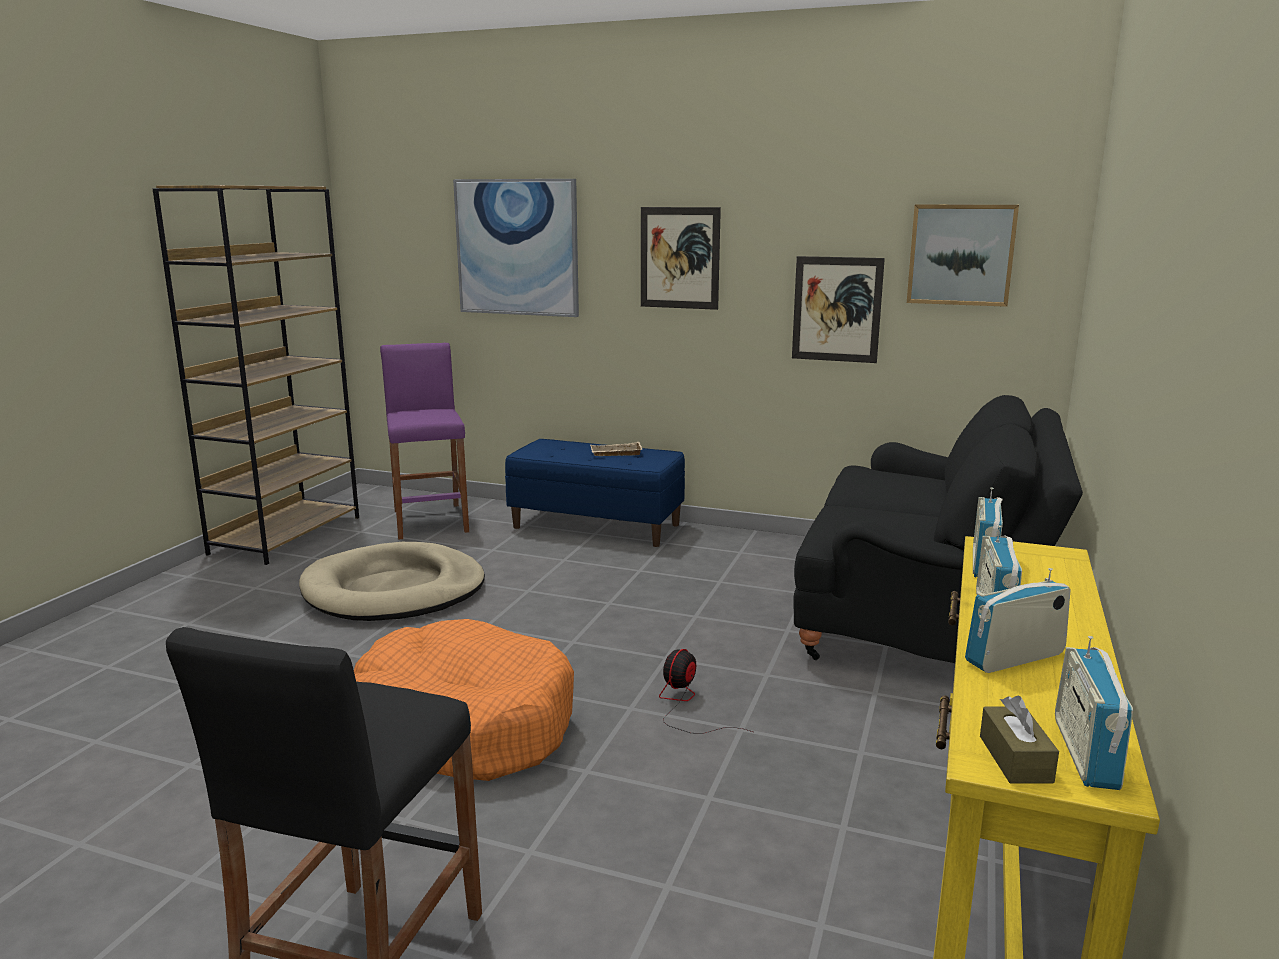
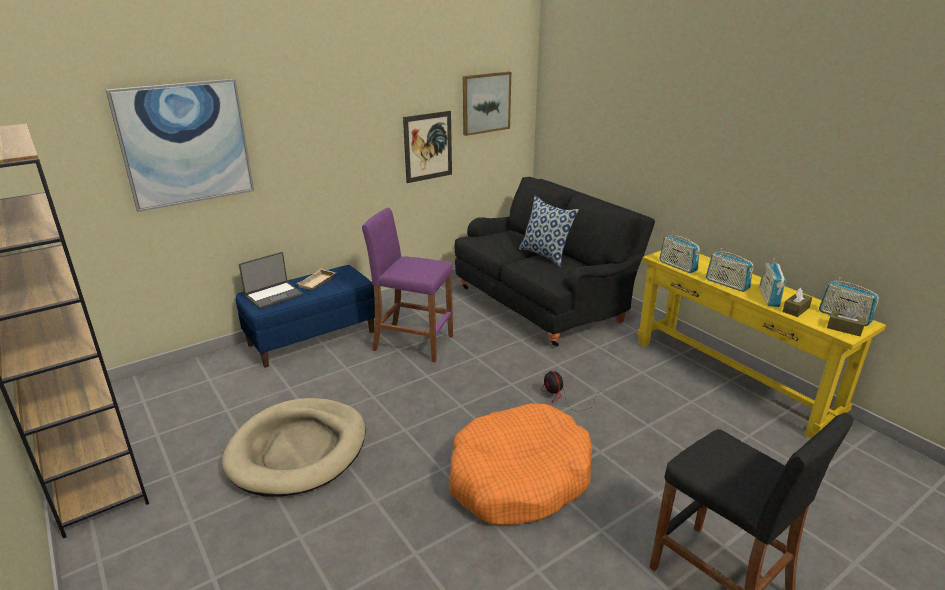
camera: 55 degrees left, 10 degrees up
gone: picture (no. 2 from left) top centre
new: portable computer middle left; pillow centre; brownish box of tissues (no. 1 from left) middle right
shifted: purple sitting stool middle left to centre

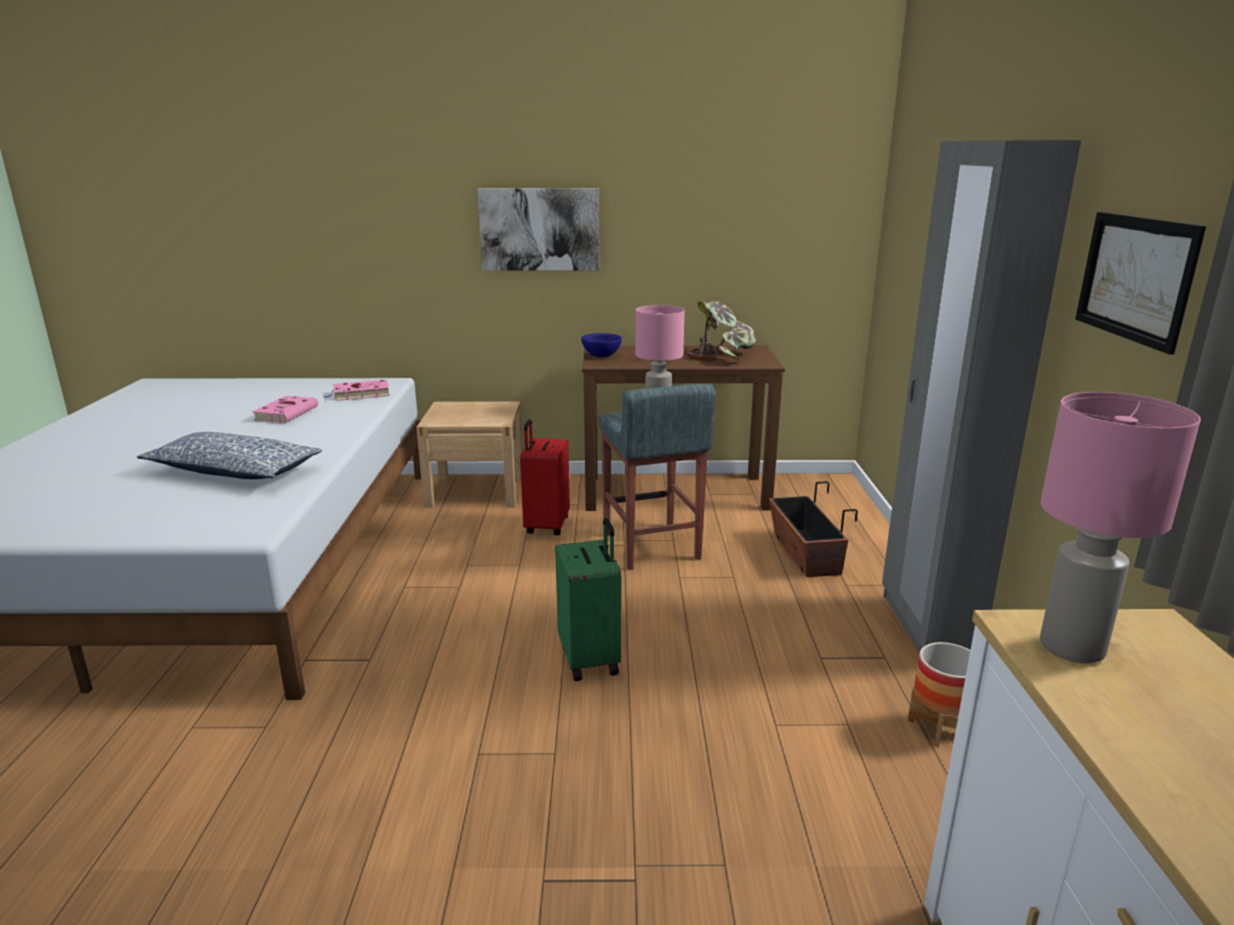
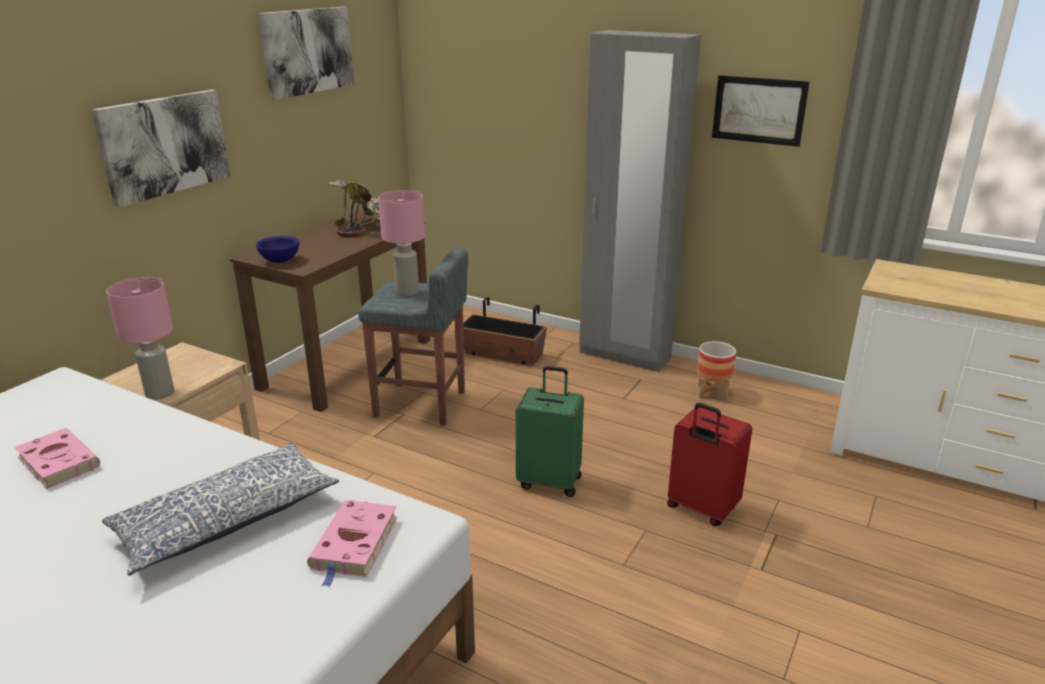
camera: 60 degrees left, 5 degrees up
new: picture (no. 2 from left) top left
shifted: pink-coloured bound book (no. 2 from left) middle left to bottom centre; red-coloured piece of luggage centre to bottom right; pink-coloured lamp for a table (no. 2 from left in the first image) middle right to pink-coloured lamp for a table (no. 1 from left) middle left

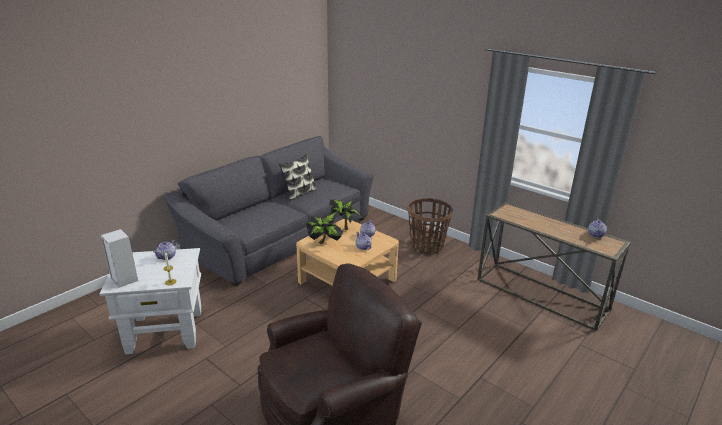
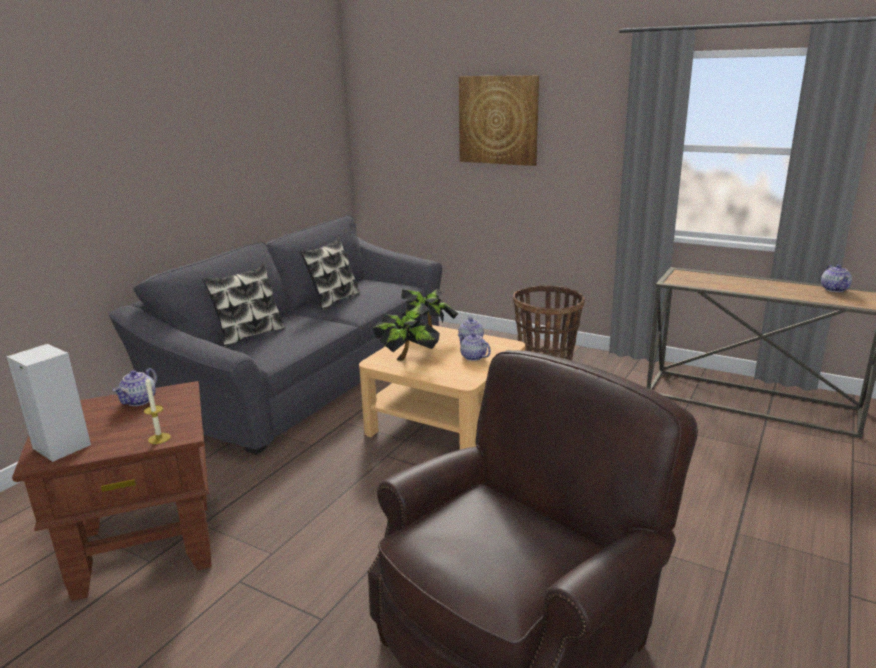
camera: 10 degrees left, 5 degrees down
new: pillow (no. 1 from left) middle left; picture top centre
repainted: whitish side table bottom left to brownish side table bottom left

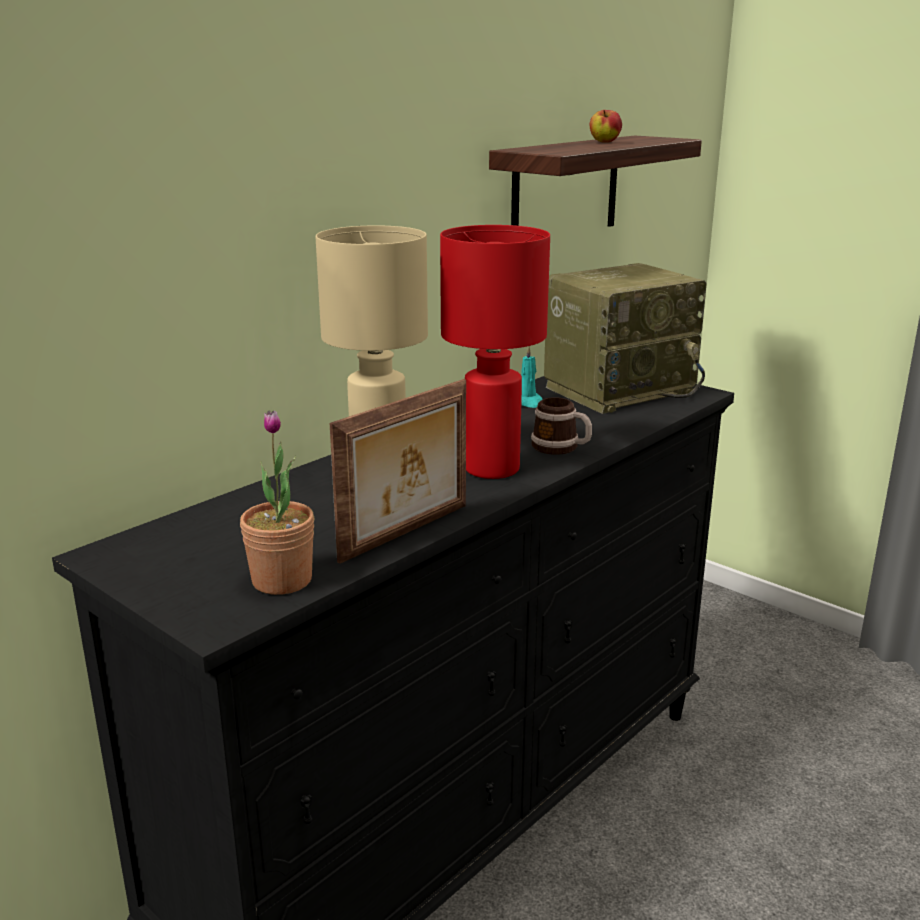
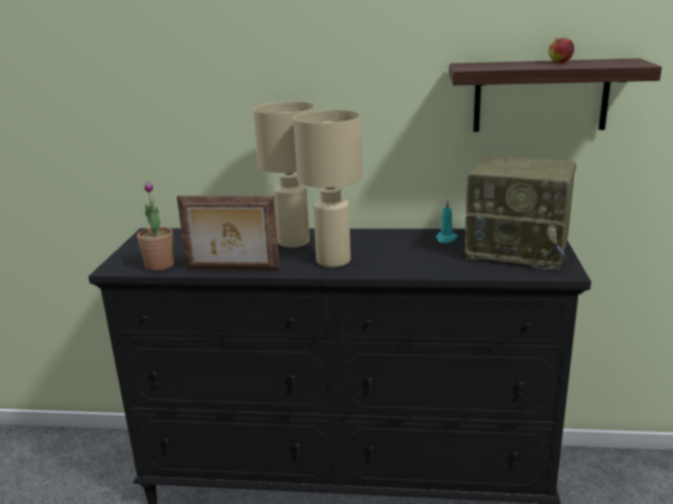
camera: 55 degrees right, 0 degrees up
gone: tea mug centre
repainted: red-coloured lamp for a table centre to beige-coloured lamp for a table (no. 2 from left) centre

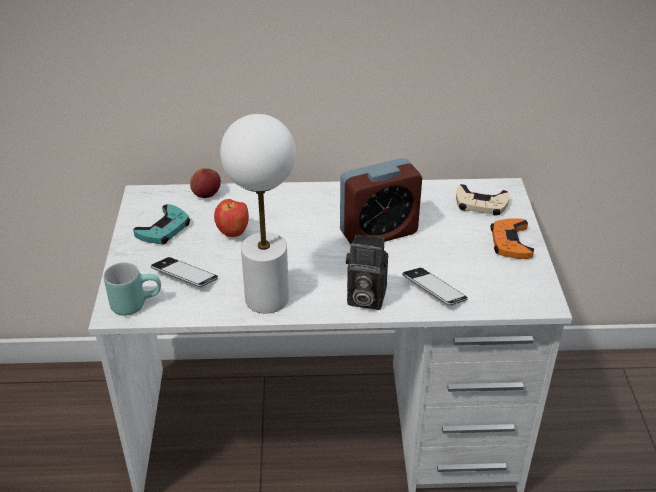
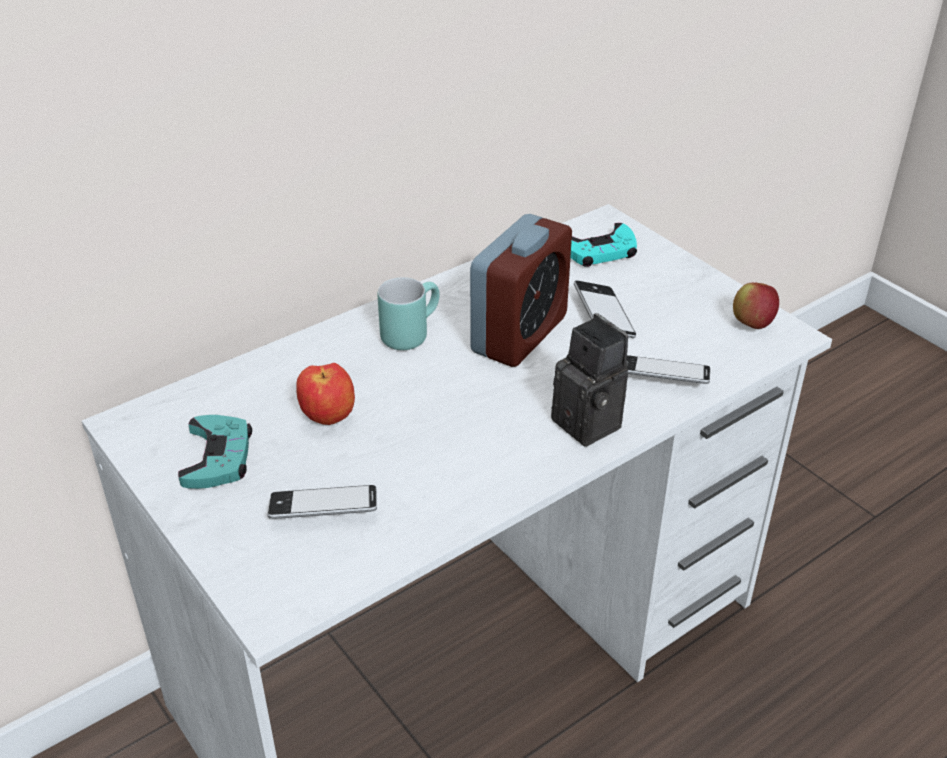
camera: 35 degrees left, 0 degrees up
gone: whitish lamp for a table centre; orange game controller middle right
new: telephone (no. 2 from left) centre
shifted: turquoise-coloured tea mug middle left to centre; whole apple (no. 1 from left in the first image) middle left to whole apple (no. 2 from left) middle right
repainted: beige-coloured game controller middle right to turquoise-coloured game controller (no. 2 from left) top centre
rotated: still camera centre = centre 105 degrees counterclockwise

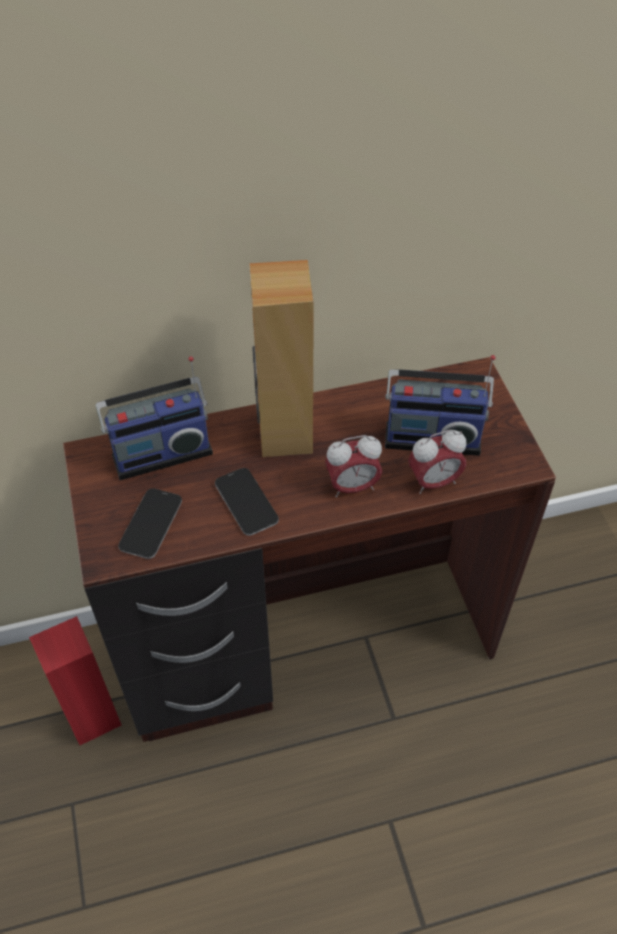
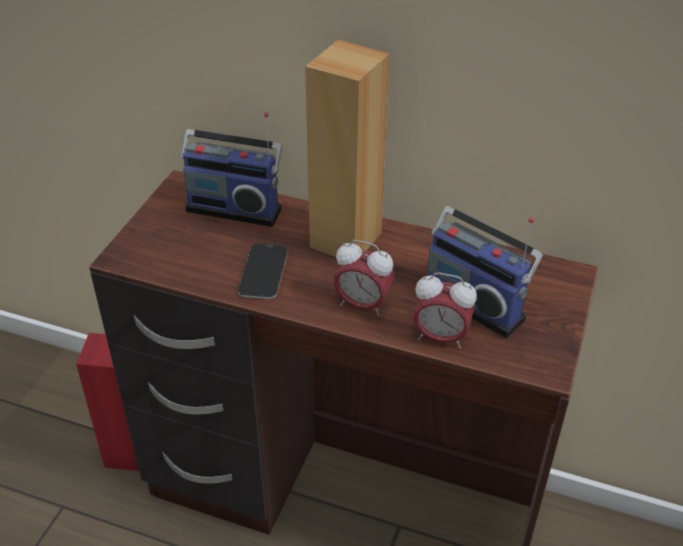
camera: 35 degrees right, 10 degrees down
gone: telephone (no. 1 from left) middle left

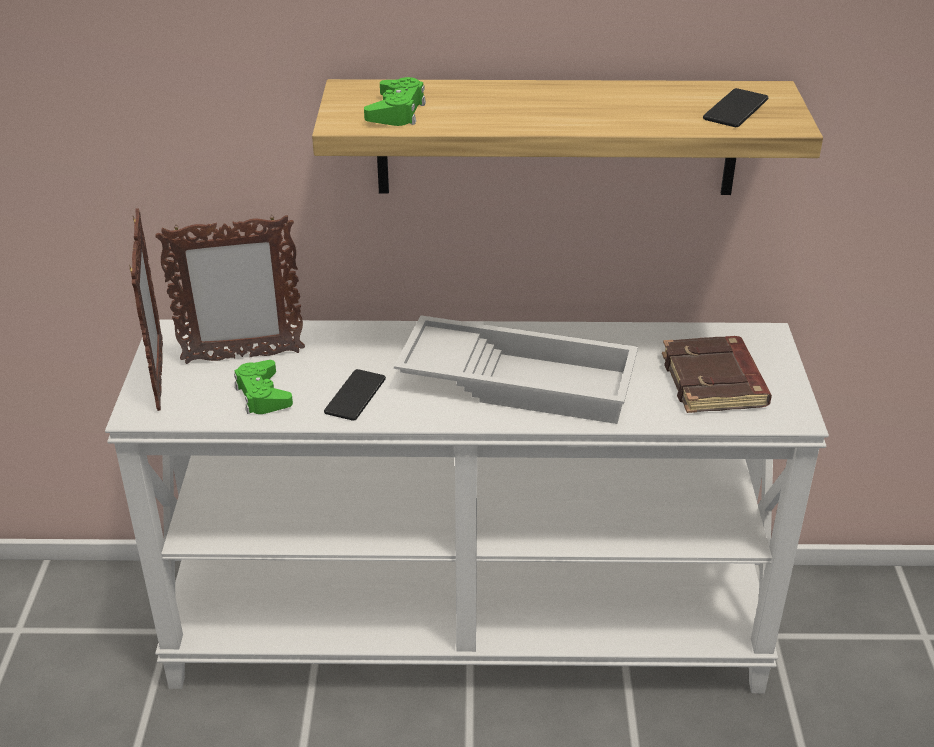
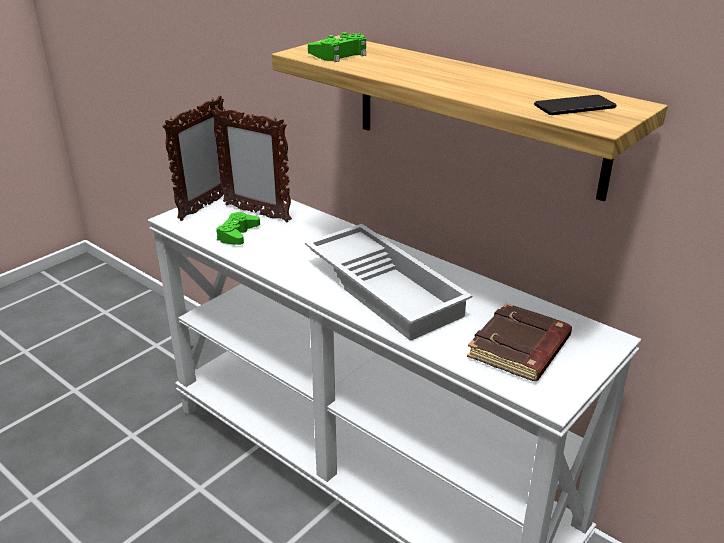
camera: 40 degrees right, 5 degrees down
gone: telephone (no. 1 from left) centre

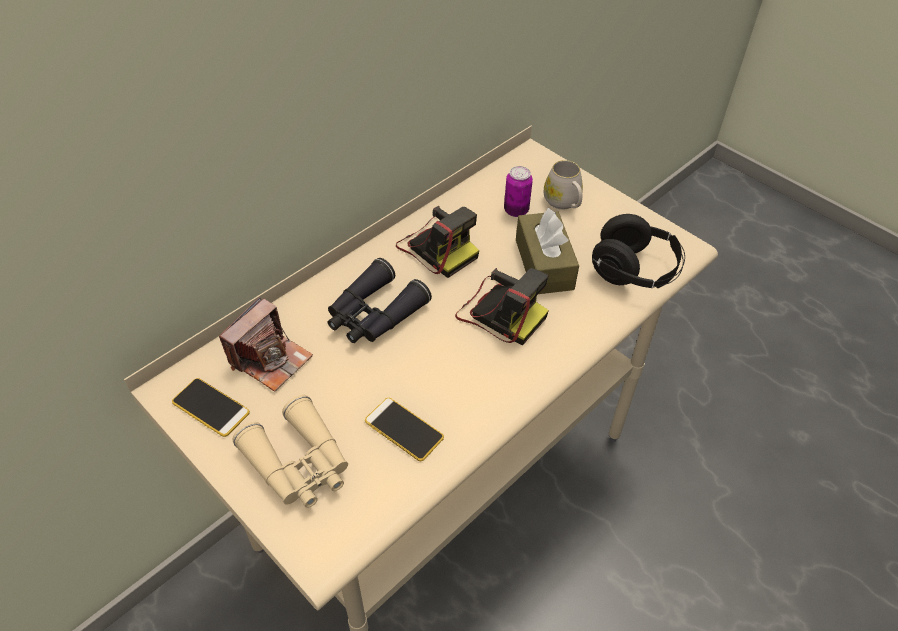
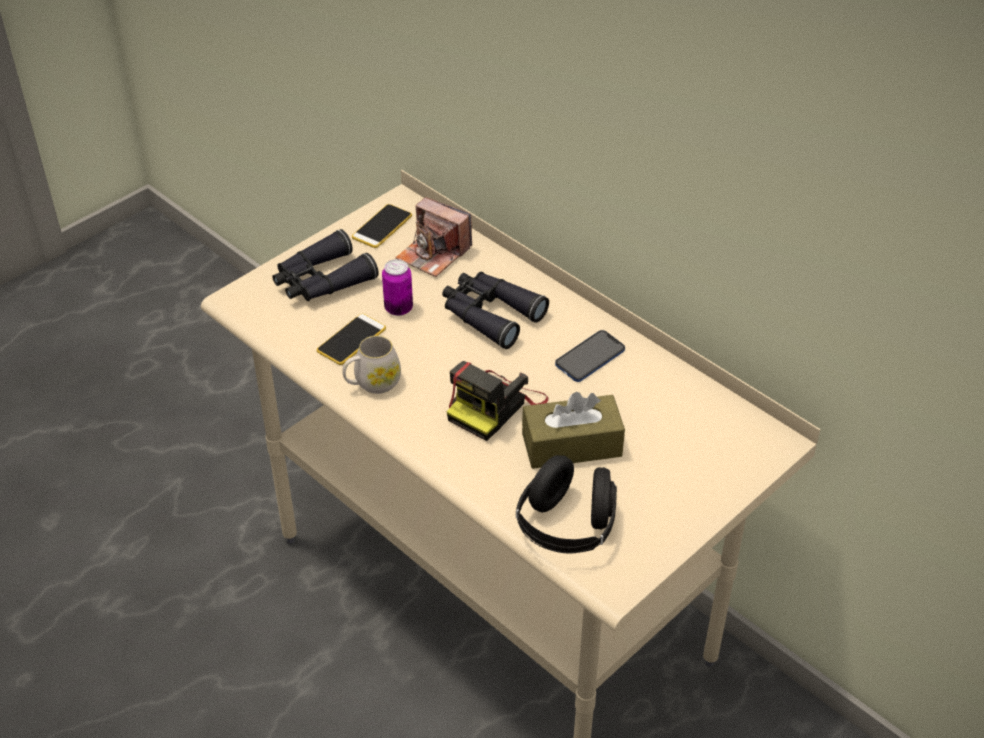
camera: 90 degrees right, 5 degrees down
shifted: sealed can top centre to centre; whitish tea mug top centre to centre
swapped: still camera (no. 2 from left) centre to telephone (no. 3 from left) centre
repainted: beige-coloured field glasses bottom left to black-coloured field glasses (no. 1 from left) middle left

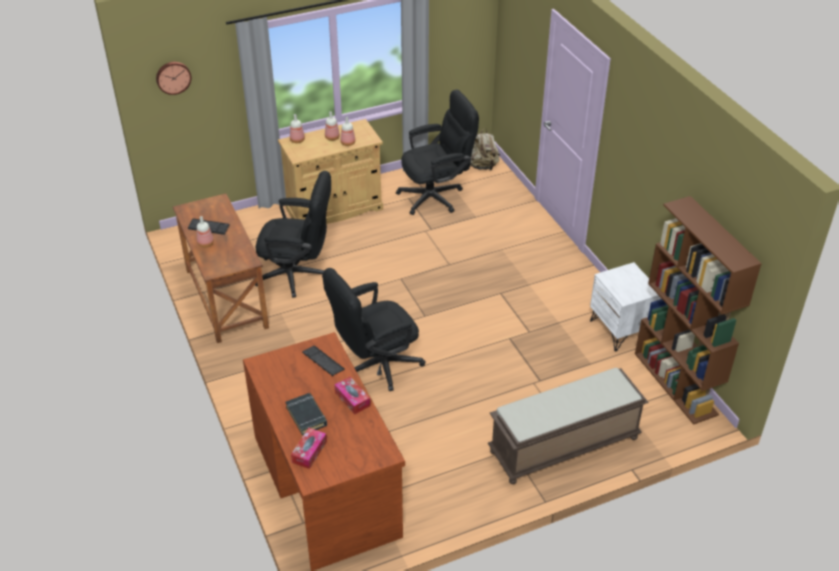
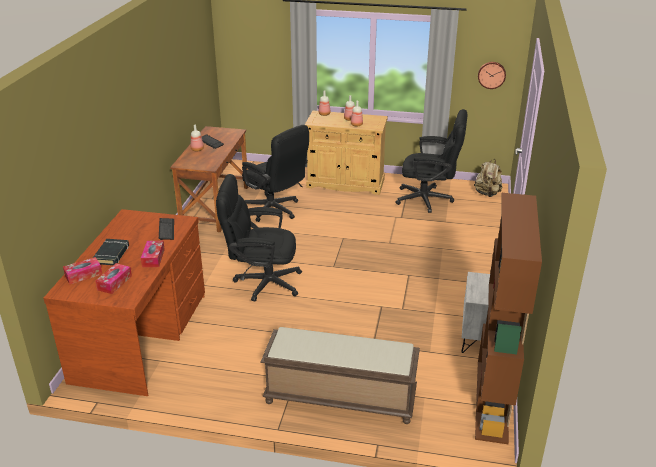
camera: 35 degrees right, 10 degrees down
new: box of tissues (no. 2 from left) middle left
shifted: wall clock top left to top right

